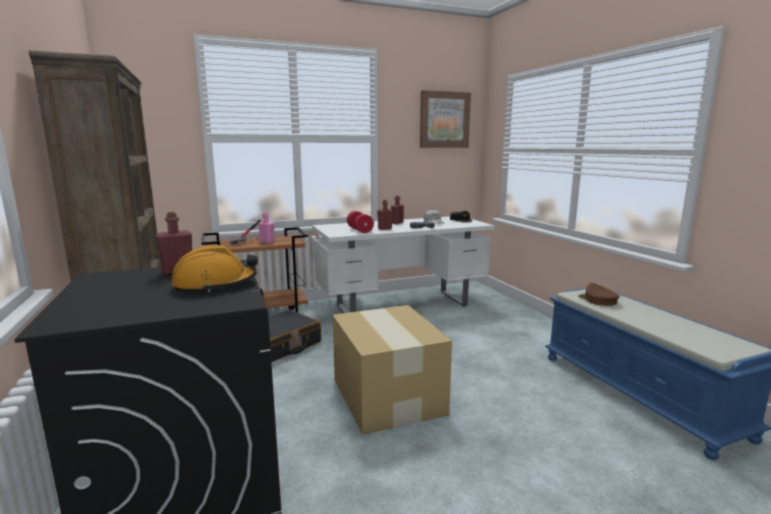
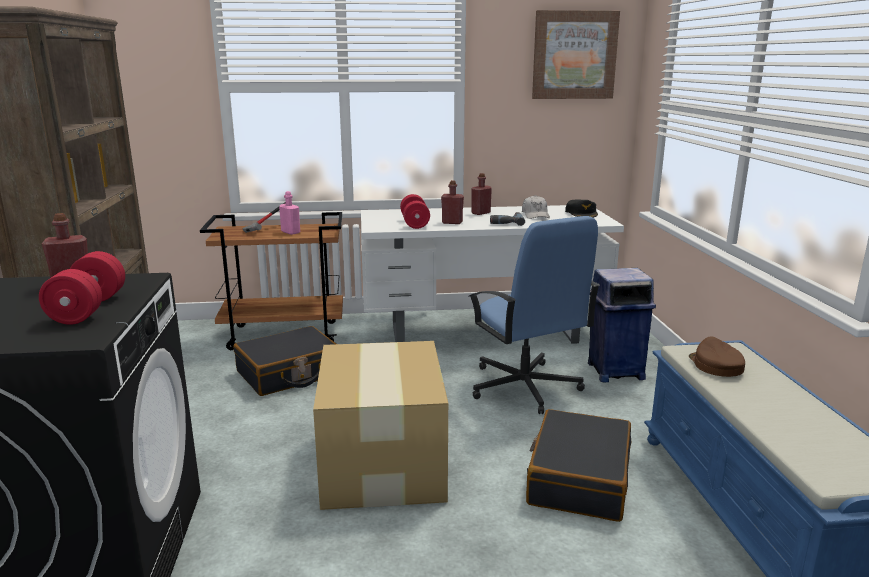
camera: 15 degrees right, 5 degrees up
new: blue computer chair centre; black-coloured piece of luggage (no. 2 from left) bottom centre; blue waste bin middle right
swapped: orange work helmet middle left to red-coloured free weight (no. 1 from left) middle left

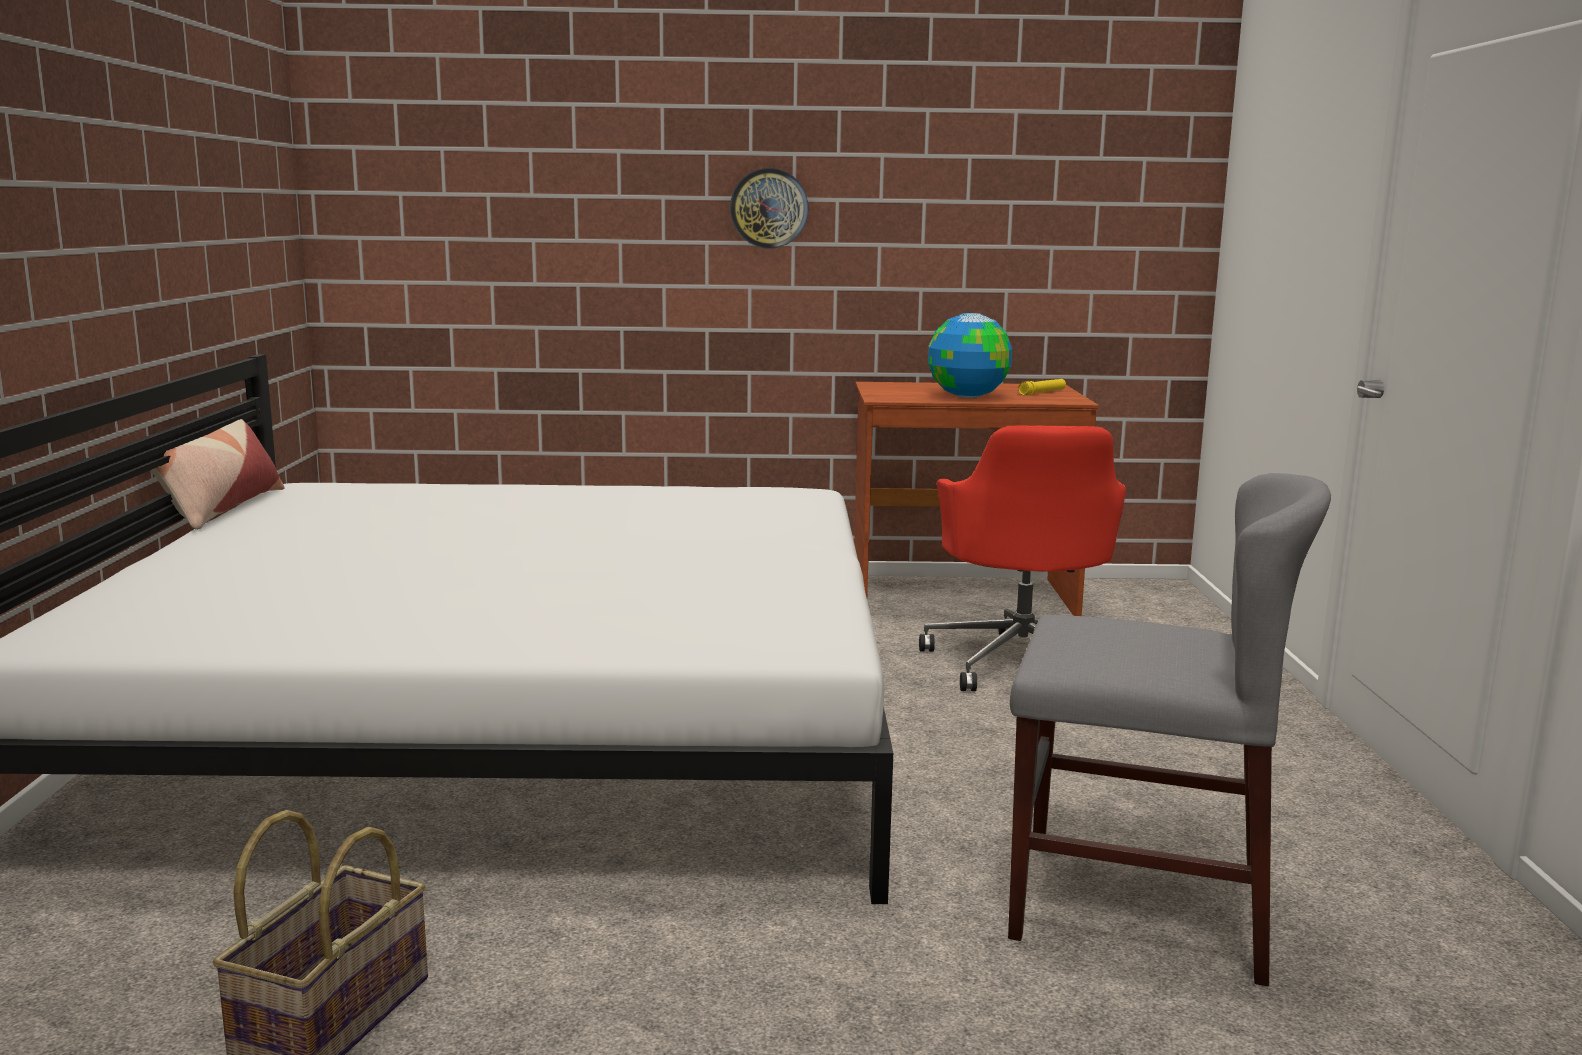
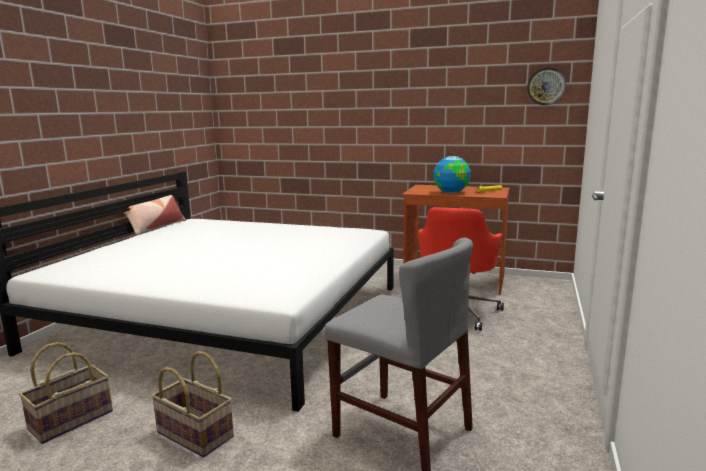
camera: 20 degrees right, 0 degrees up
new: household basket (no. 2 from left) bottom left
shifted: wall clock top centre to top right

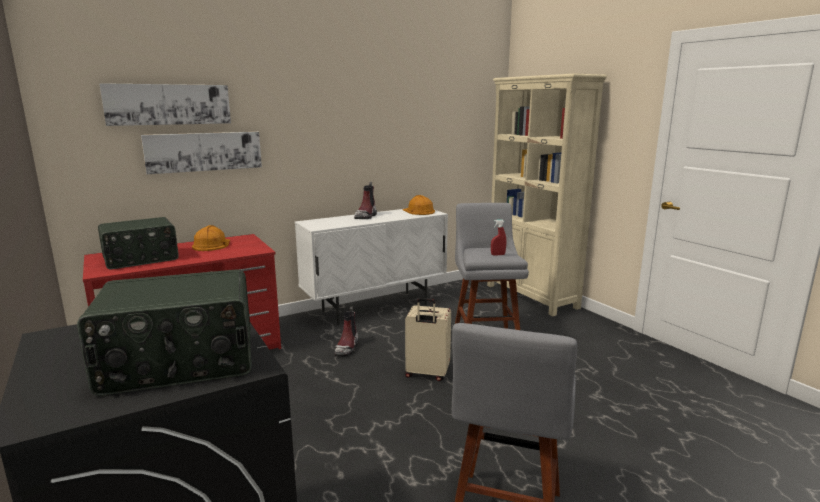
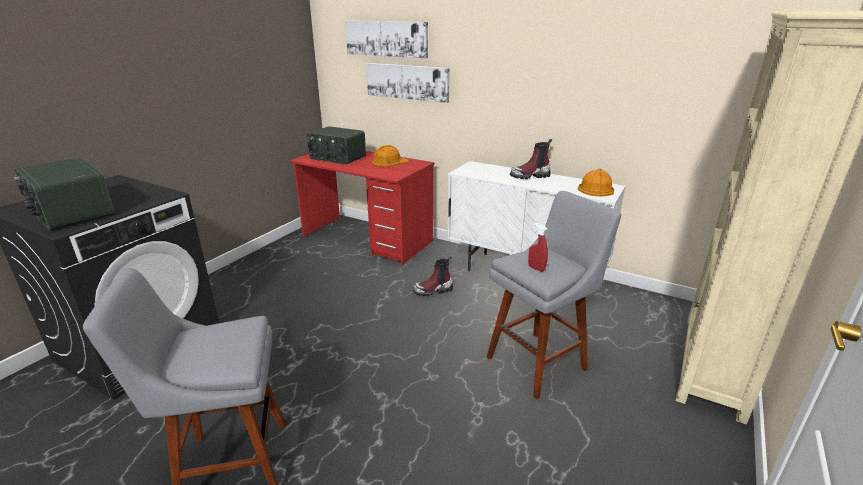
camera: 60 degrees right, 10 degrees up
gone: beige-coloured piece of luggage bottom centre

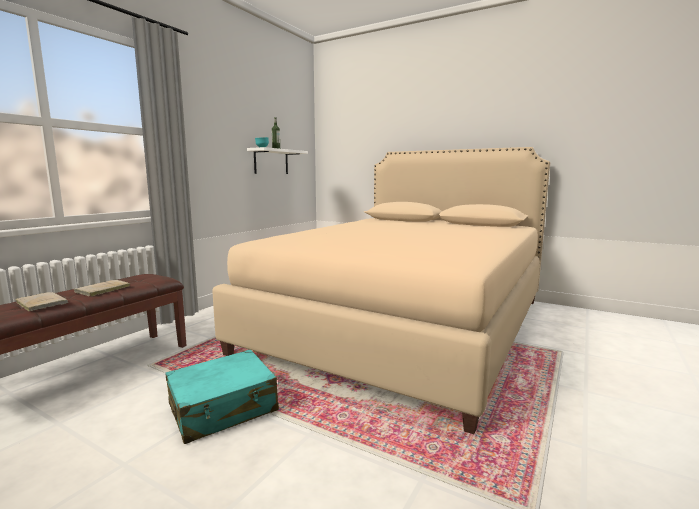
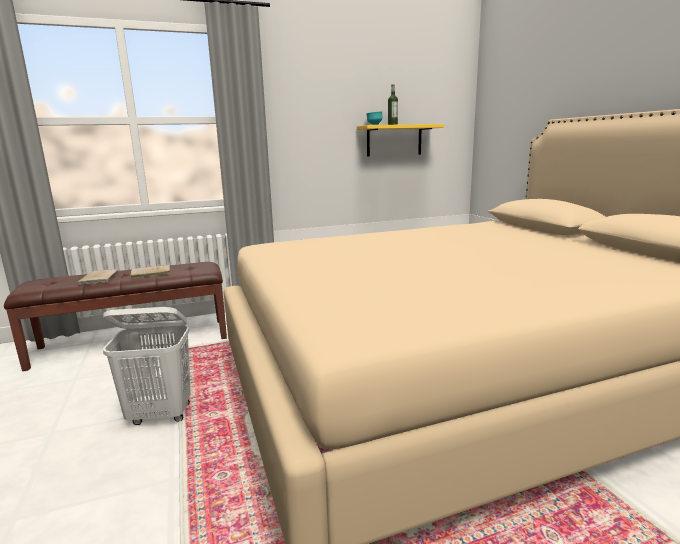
camera: 40 degrees right, 5 degrees up
swapped: turquoise-coloured piece of luggage bottom left to whitish washing basket bottom left
repainted: whitish shelf top centre to yellow-coloured shelf top centre

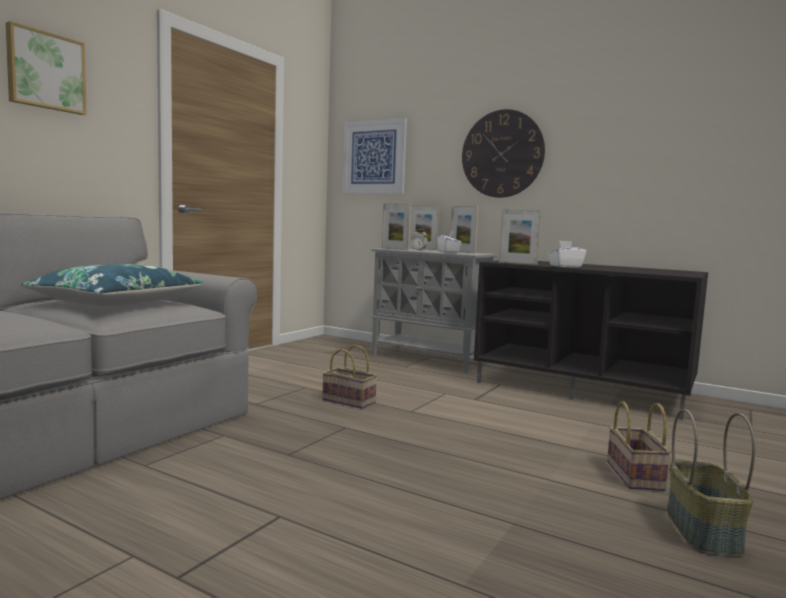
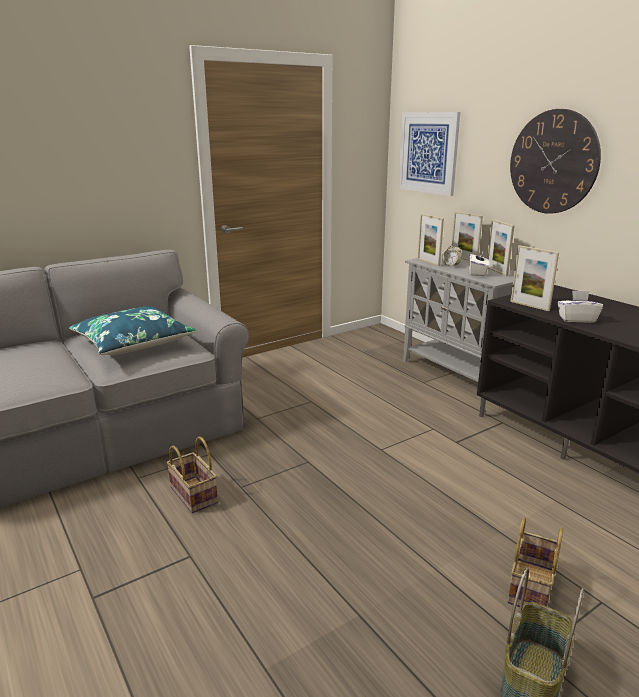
camera: 25 degrees right, 15 degrees up
gone: picture (no. 1 from left) top left
shifted: household basket (no. 1 from left) centre to bottom left

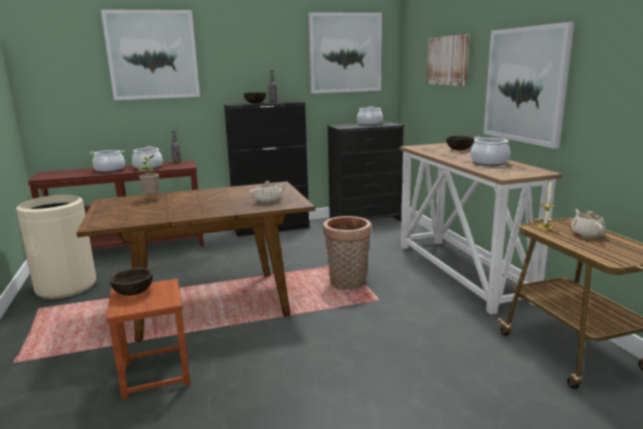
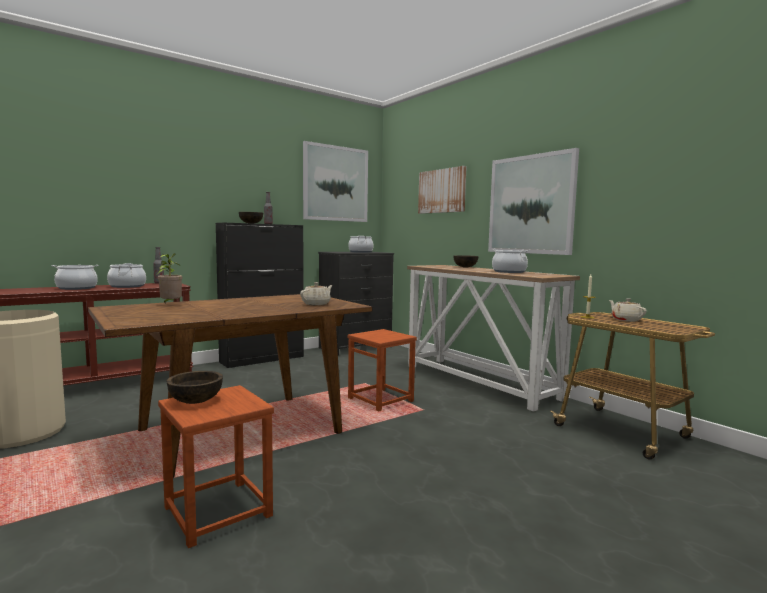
camera: 20 degrees left, 10 degrees down
gone: picture (no. 1 from left) top left
swapped: household basket centre to brownish sitting stool (no. 2 from left) centre

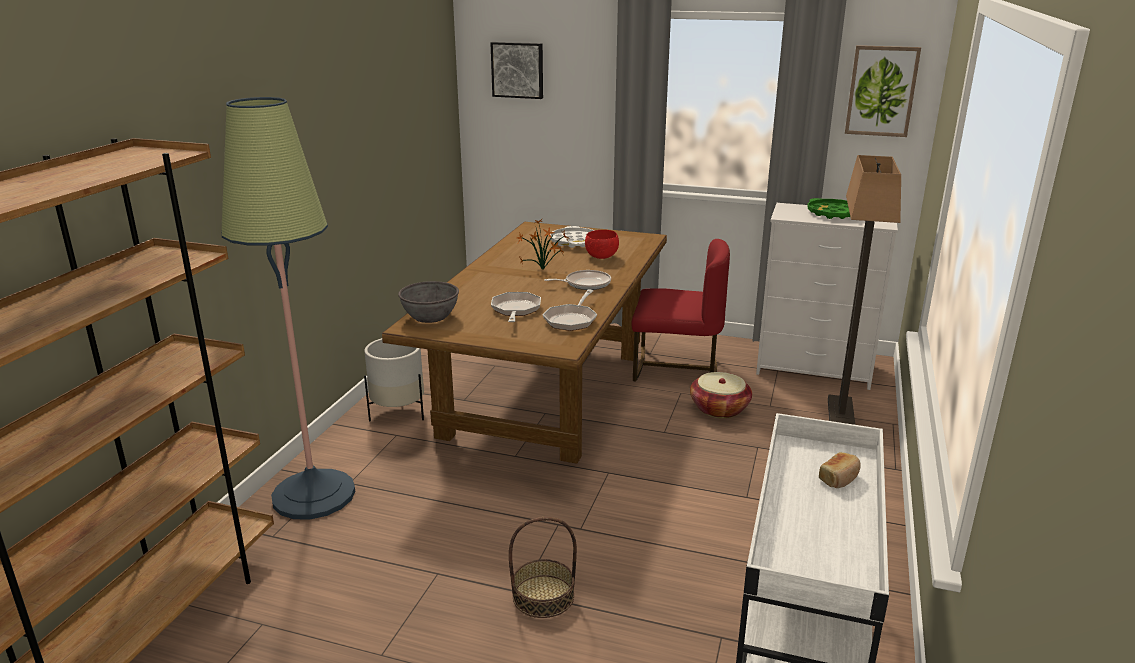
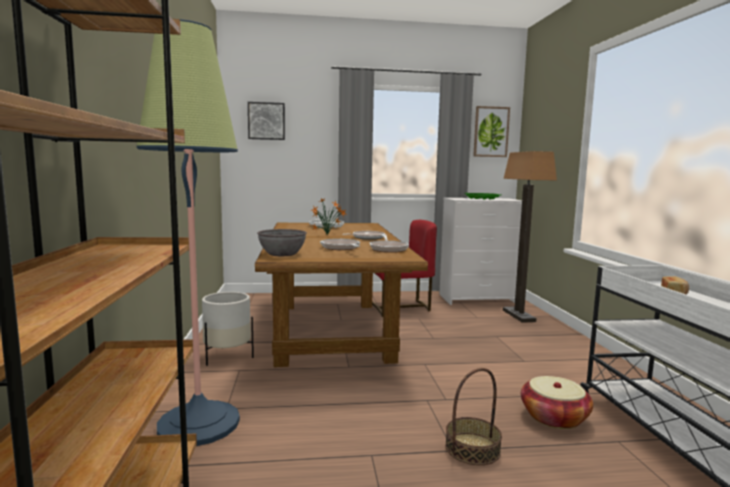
camera: 25 degrees left, 15 degrees down
gone: red-coloured serving bowl centre
shifted: household basket (no. 2 from left) centre to bottom right

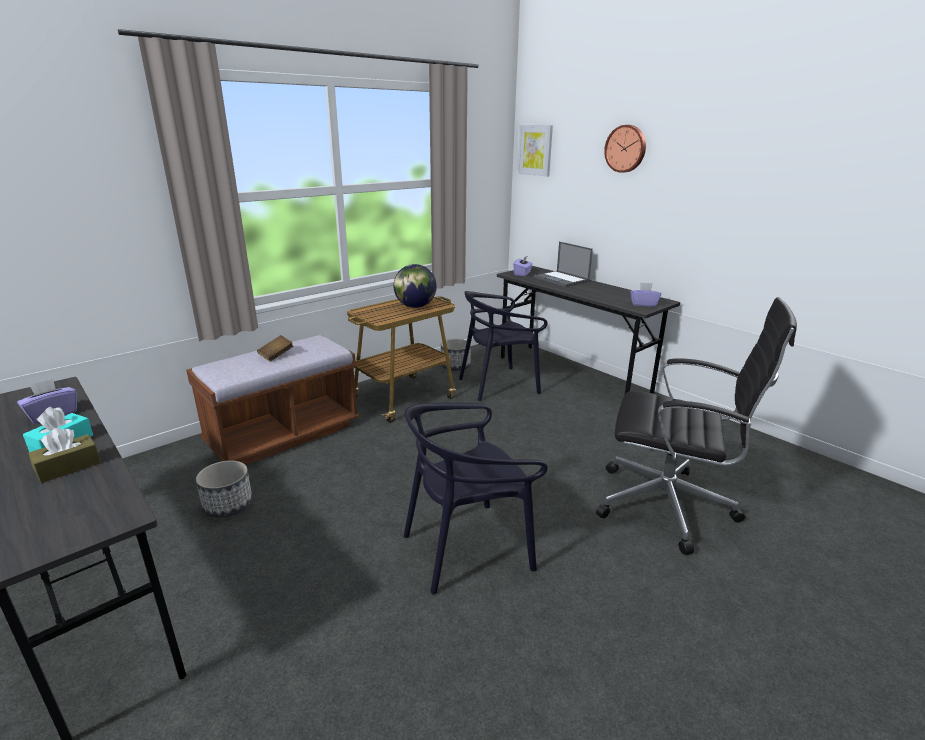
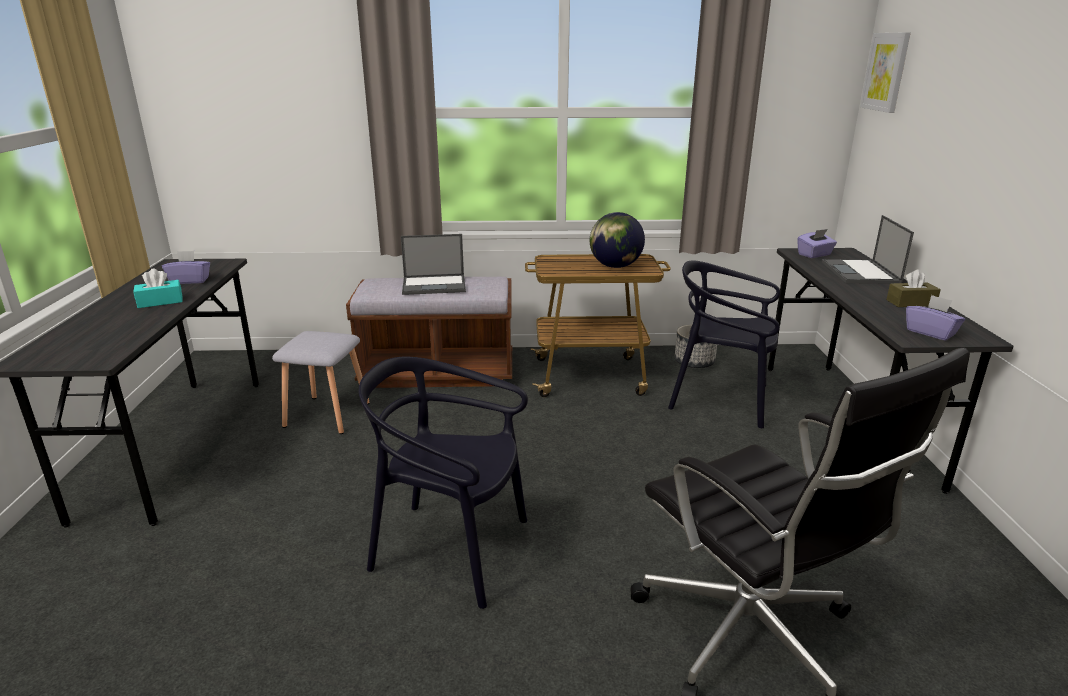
camera: 40 degrees right, 0 degrees up
gone: wall clock top right
shifted: brownish box of tissues middle left to middle right
swapped: flower pot (no. 1 from left) middle left to grey sitting stool middle left; brownish bound book middle left to portable computer (no. 1 from left) centre

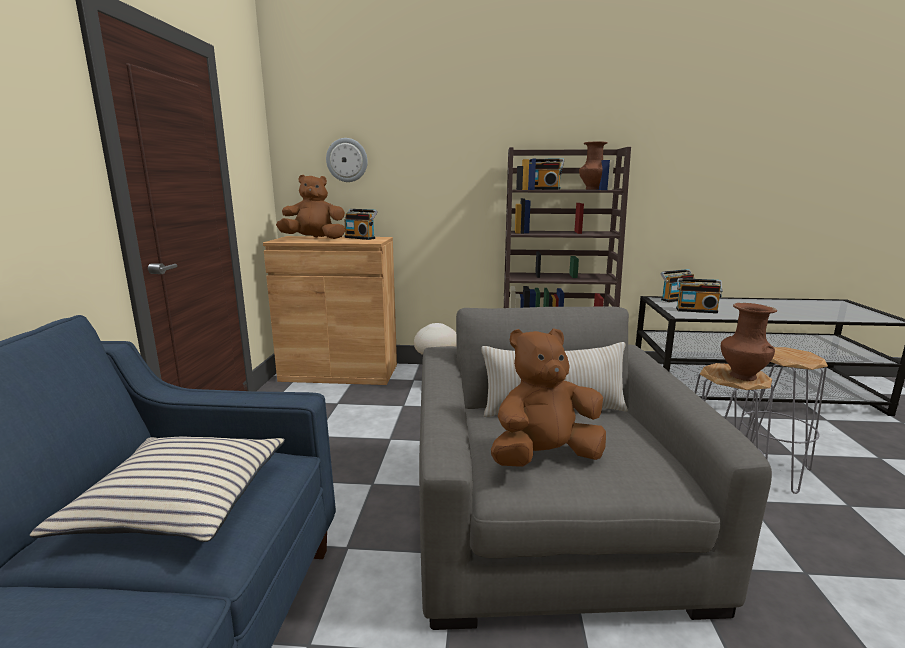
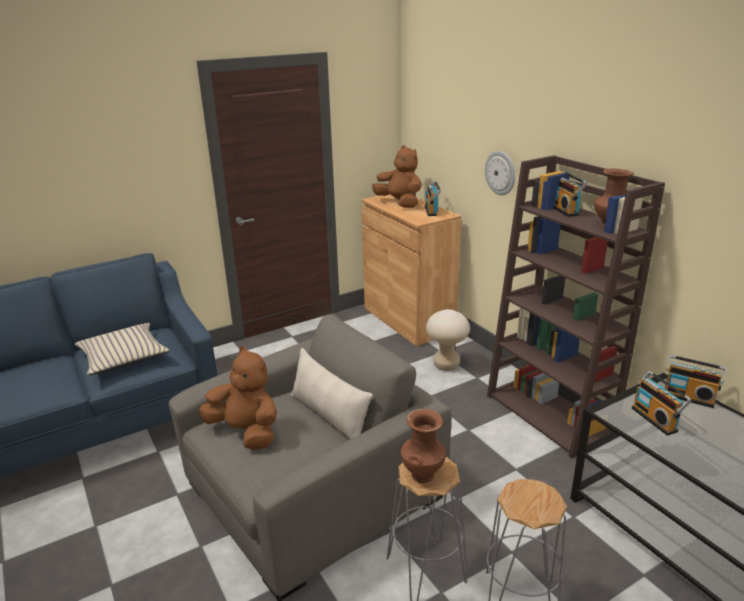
camera: 55 degrees right, 10 degrees up
shifted: wall clock top centre to top right

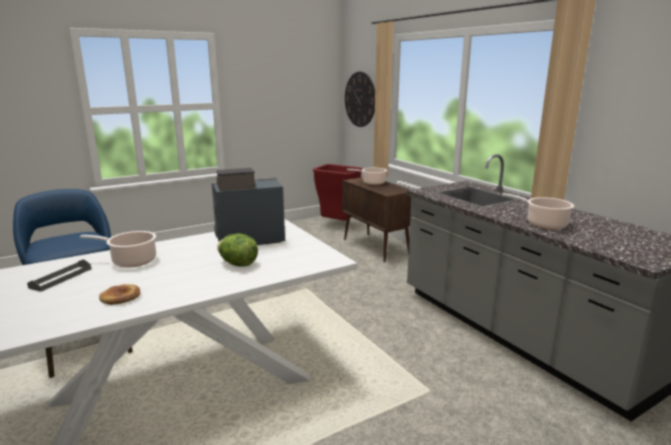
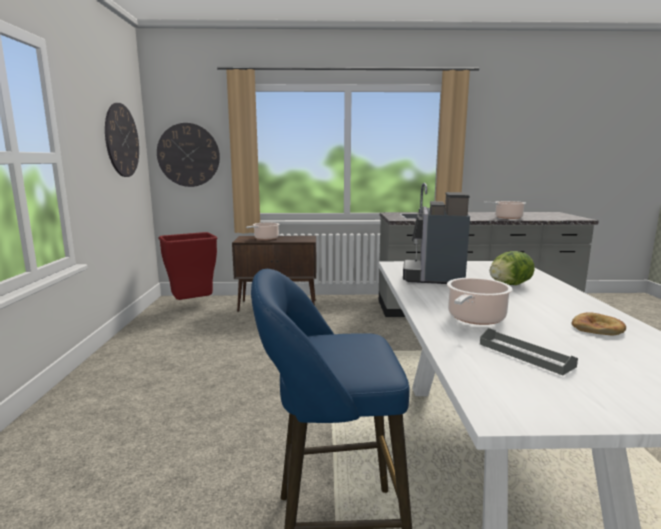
camera: 60 degrees left, 5 degrees down
new: wall clock (no. 1 from left) top left

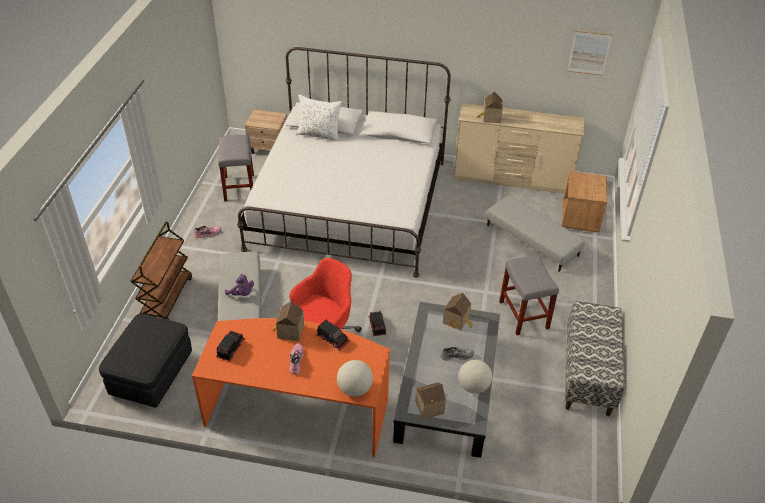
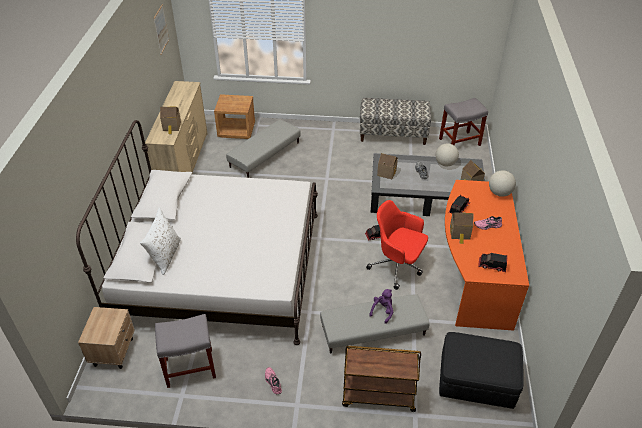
camera: 95 degrees left, 0 degrees up
shifted: grey sitting stool (no. 2 from left) middle right to top right

